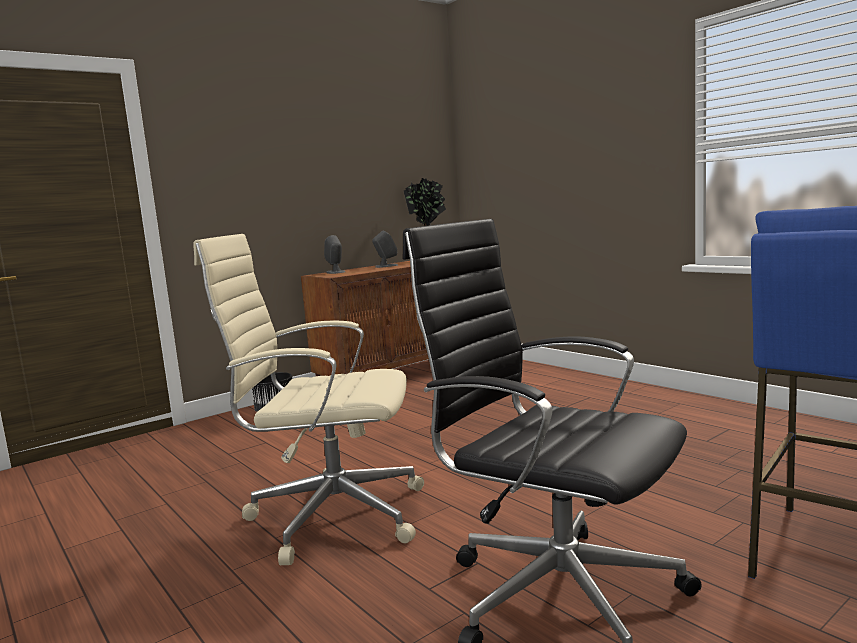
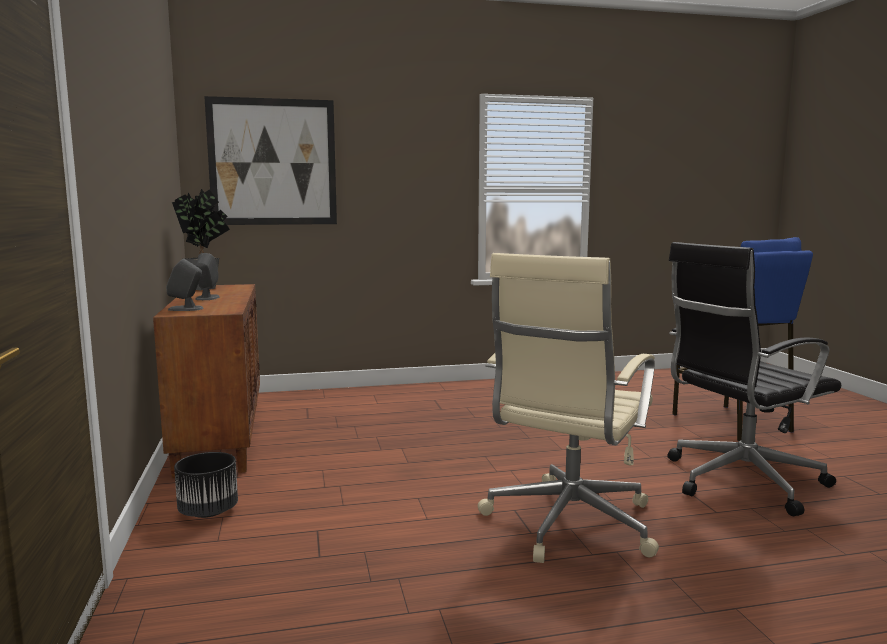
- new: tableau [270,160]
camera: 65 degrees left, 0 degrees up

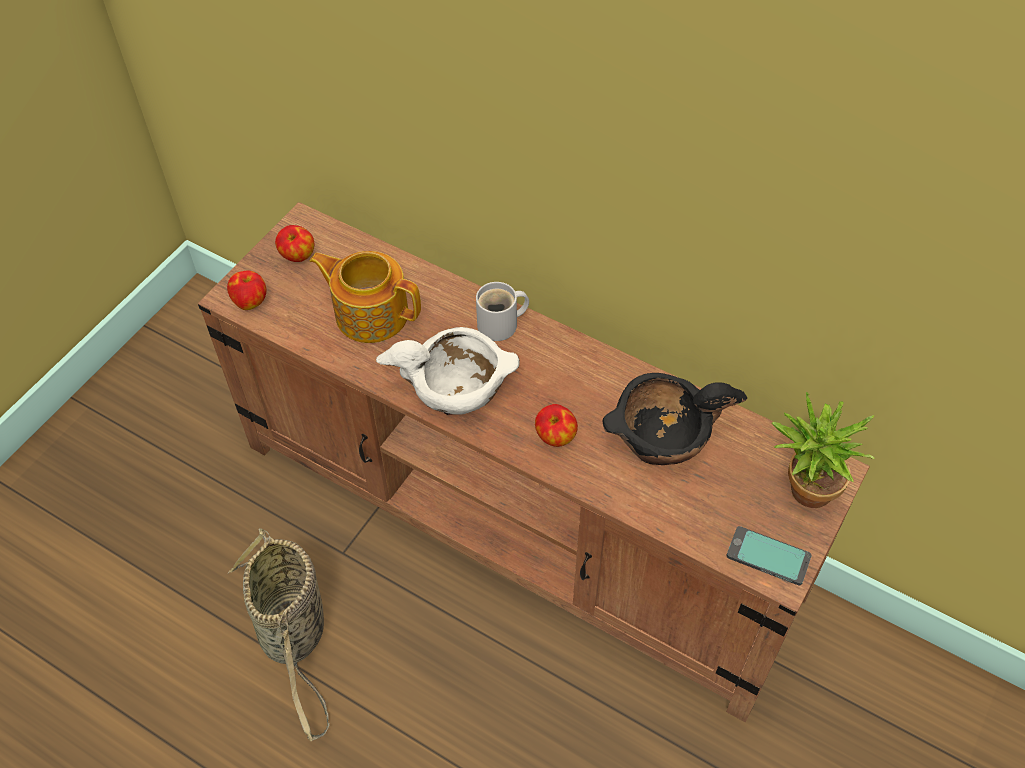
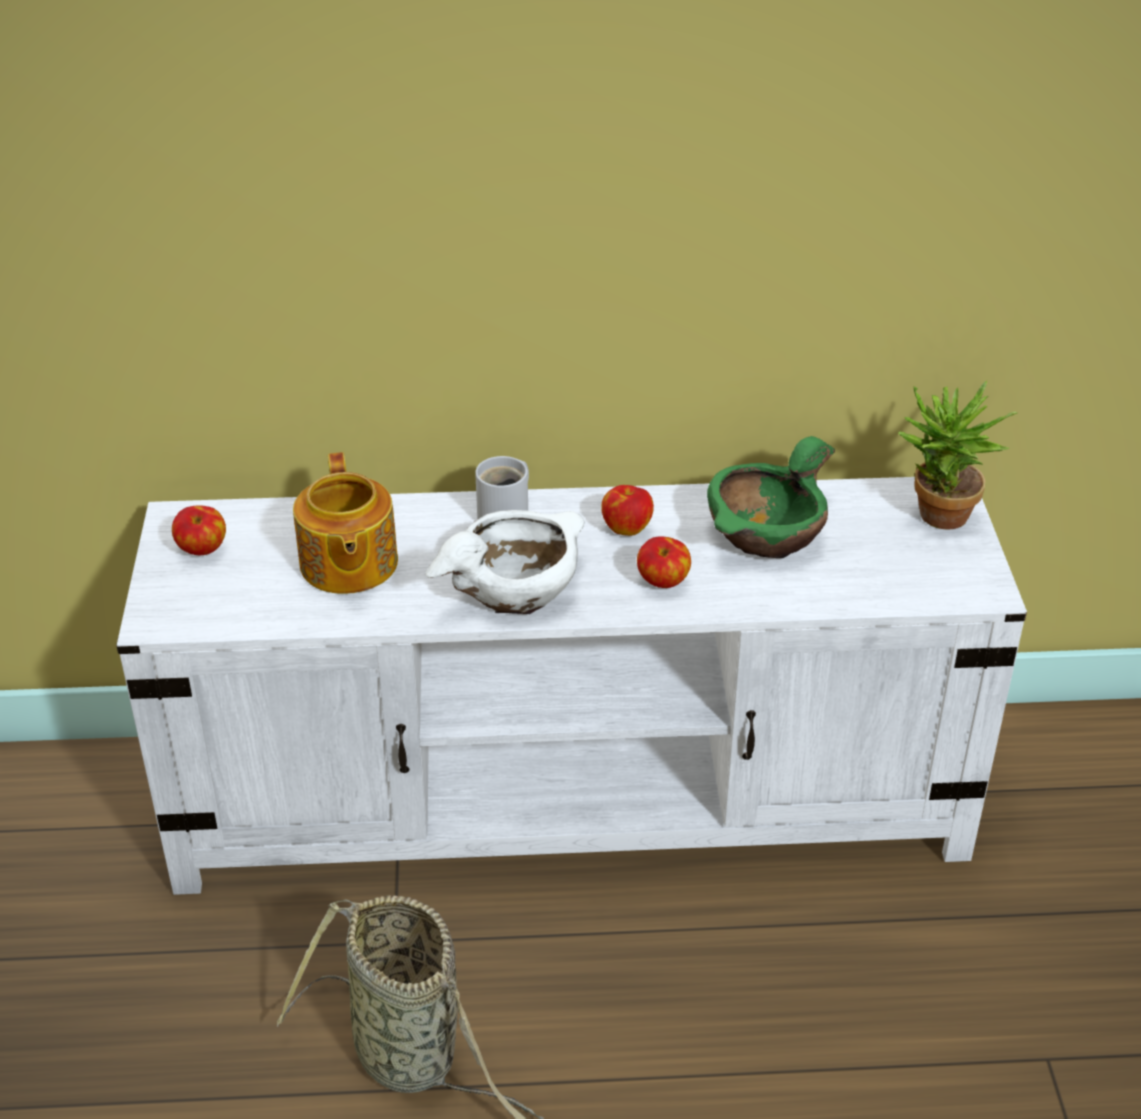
- repainted: meuble télé [marron] [534,462] to meuble télé [blanc] [571,686]
- rotated: théière [365,297] = [345,523] 90 degrees counterclockwise
- shifted: pomme [246,290] to [627,510]
- repainted: bol [noir] [674,419] to bol [vert] [771,497]
- gone: téléphone [769,555]
camera: 35 degrees left, 15 degrees down

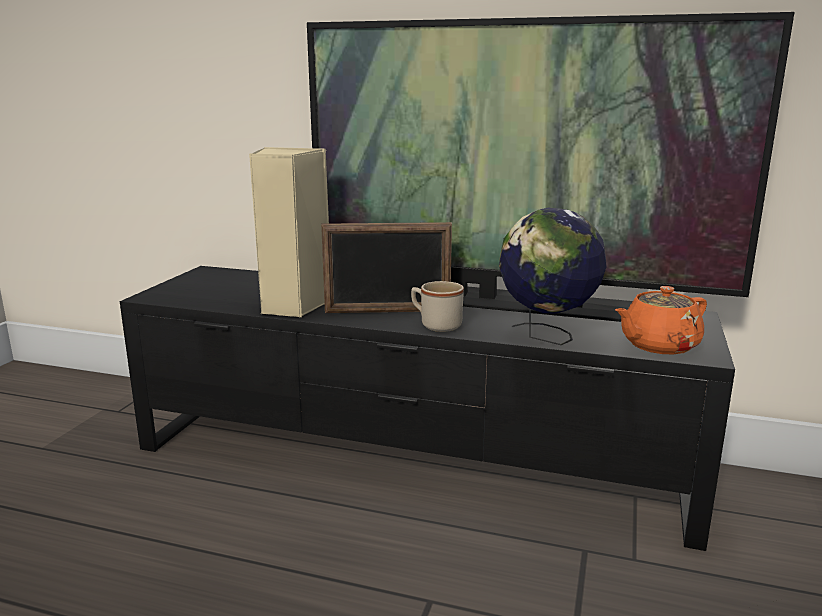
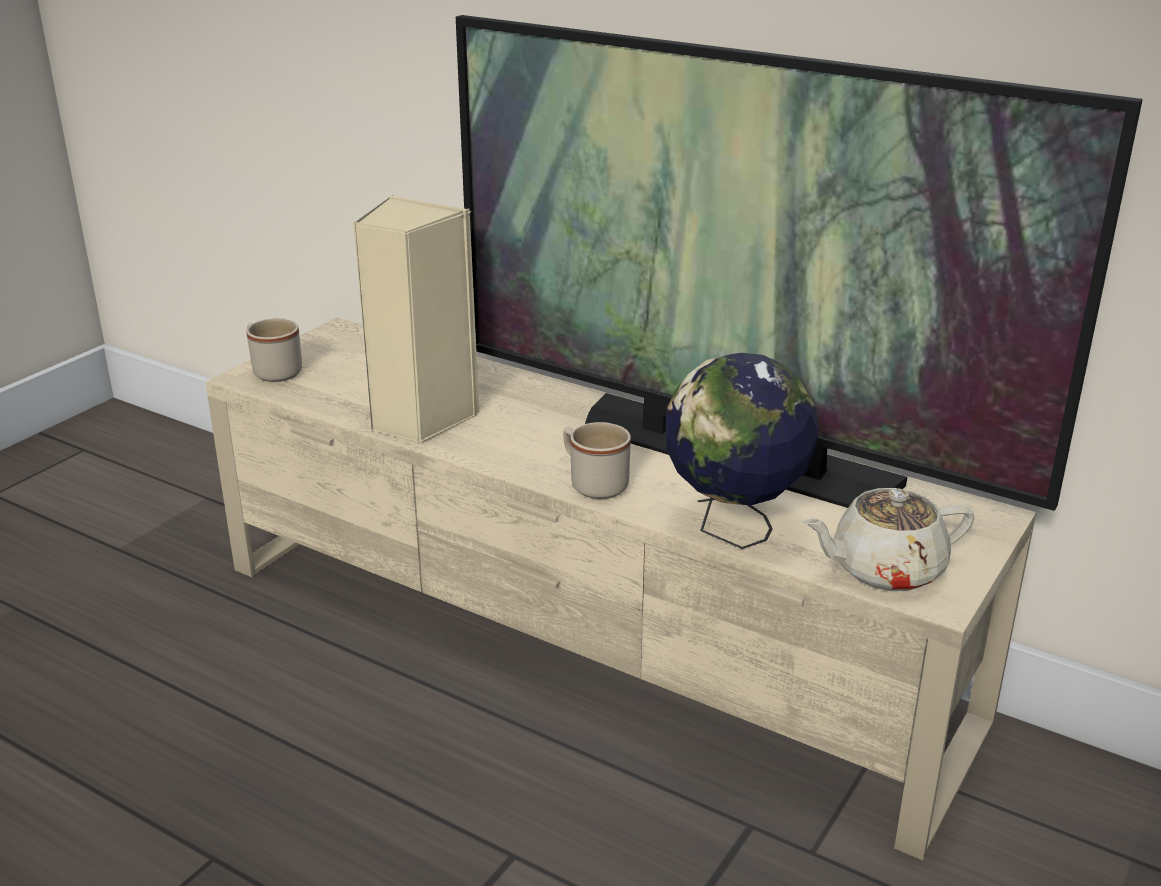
- gone: cadre photo [386,267]
- repainted: meuble télé [noir] [427,408] to meuble télé [beige] [621,589]
- repainted: théière [orange] [661,320] to théière [beige] [889,539]
- new: mug [beige] [274,350]
camera: 15 degrees right, 10 degrees up

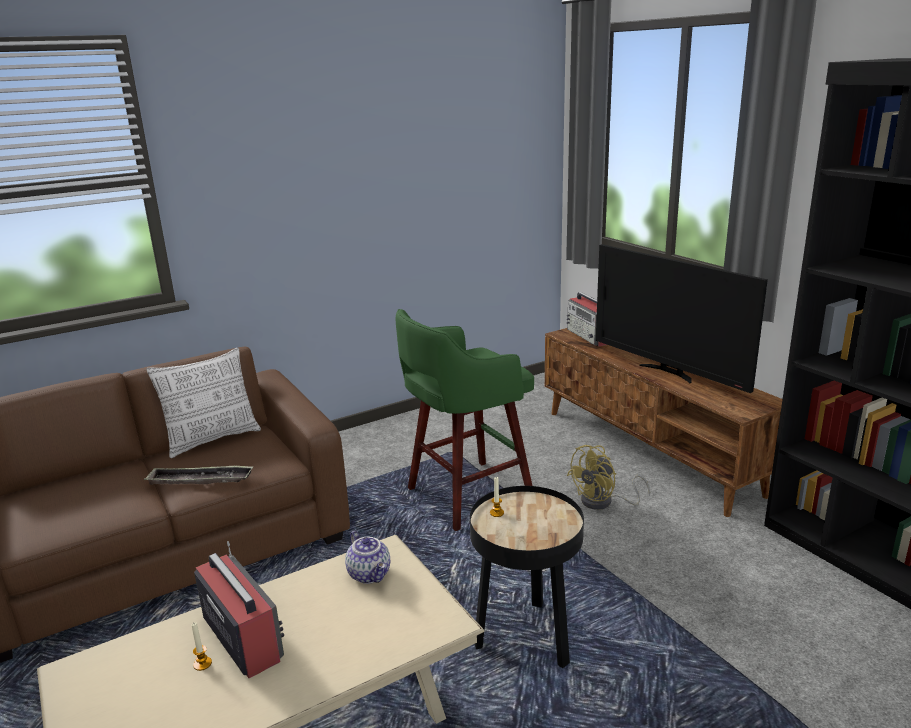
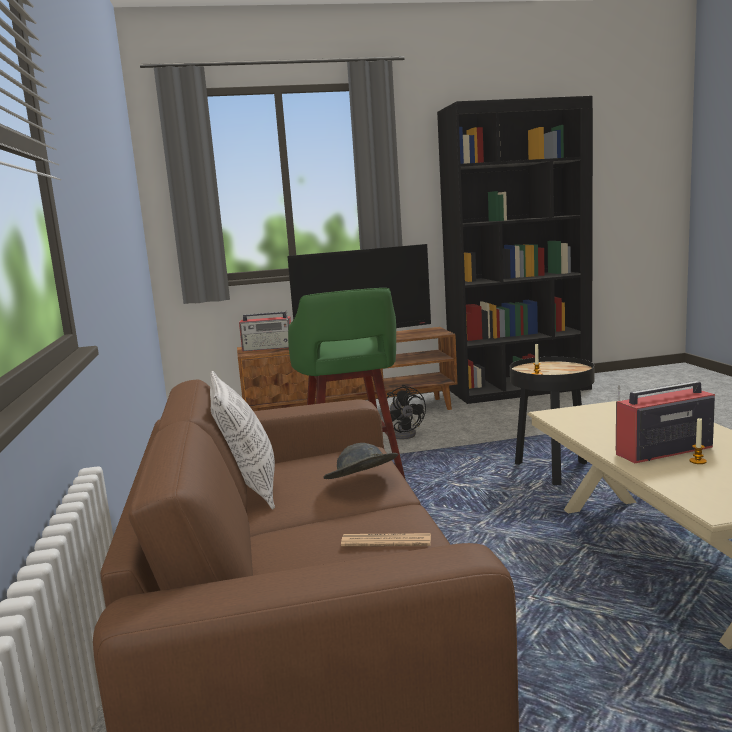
- repainted: ventilateur [jaune] [608,477] to ventilateur [noir] [406,412]
- swapped: plateau [198,475] to chapeau [gris] [360,461]
- gone: théière [367,557]
- new: journal [386,539]
camera: 70 degrees left, 10 degrees down

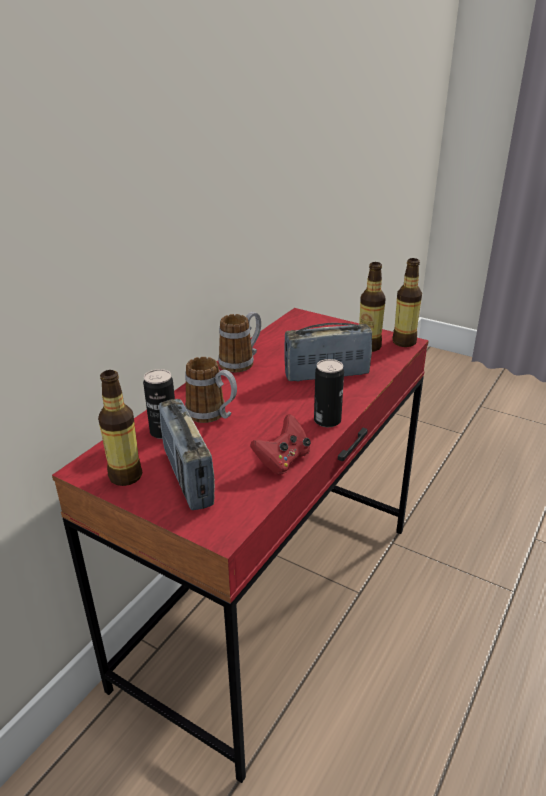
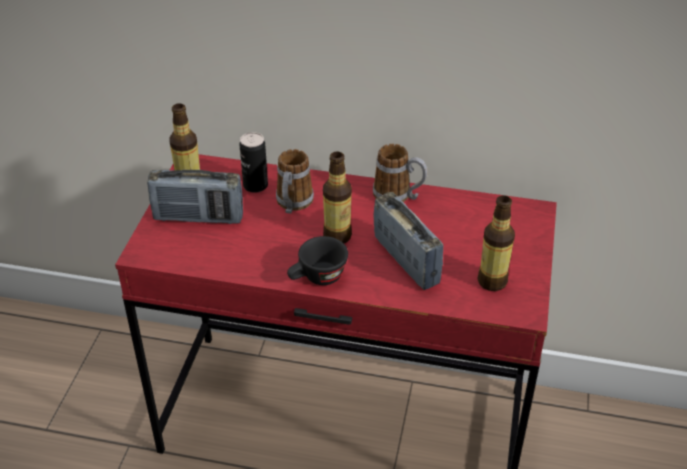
- shifted: bouteille [407,302] to [337,197]
- swapped: boîte métallique [329,393] to tasse [noir] [317,260]
- rotated: radio [187,454] = [195,197] 135 degrees counterclockwise
- gone: manette [rouge] [281,444]
camera: 70 degrees right, 10 degrees up

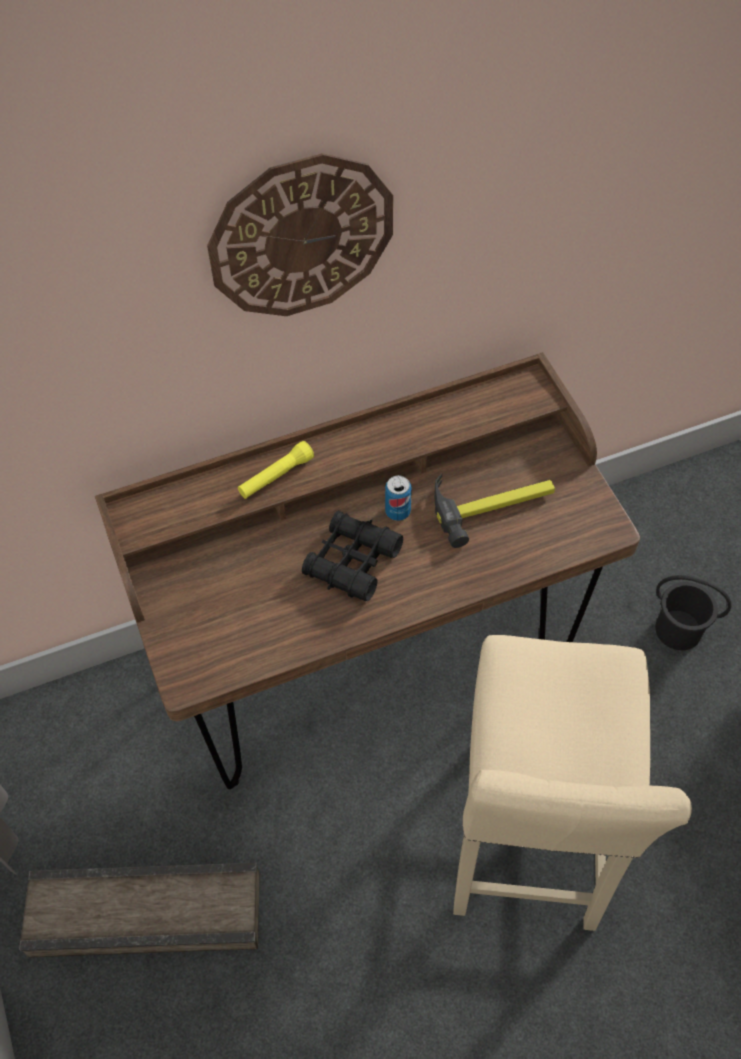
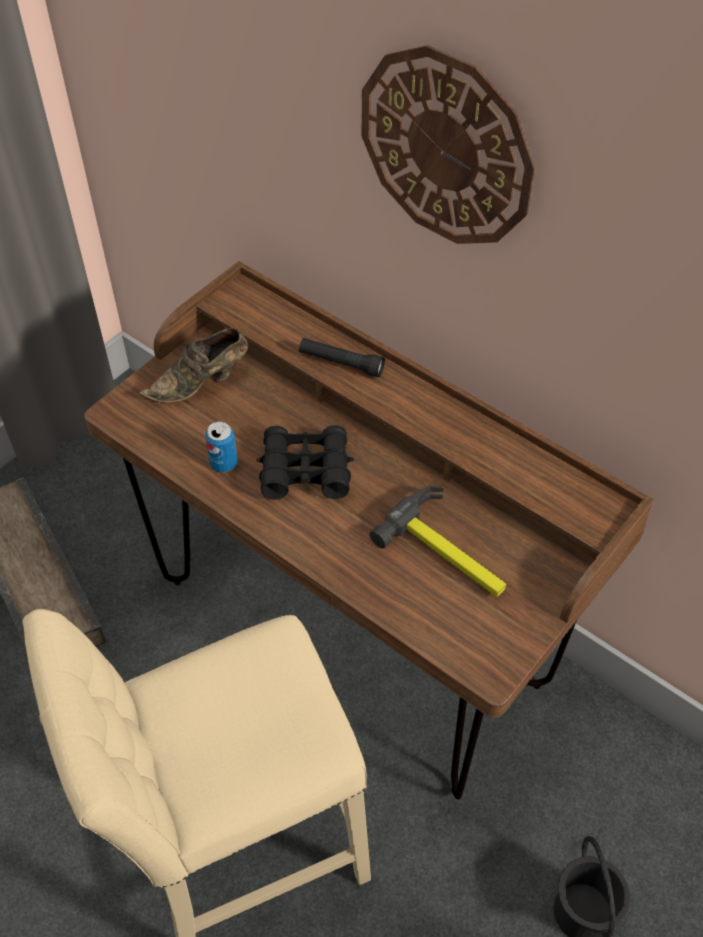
- repainted: lampe de poche [jaune] [276,470] to lampe de poche [noir] [342,357]
- shifted: boîte métallique [398,498] to [221,447]
- new: chaussure [marron] [193,365]
camera: 60 degrees right, 5 degrees down

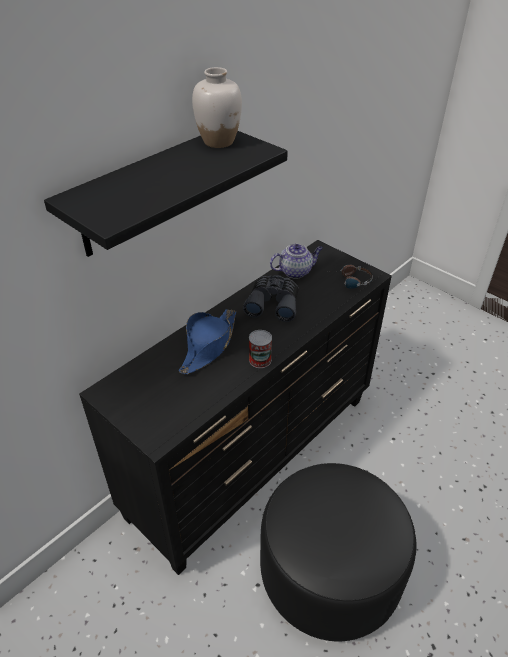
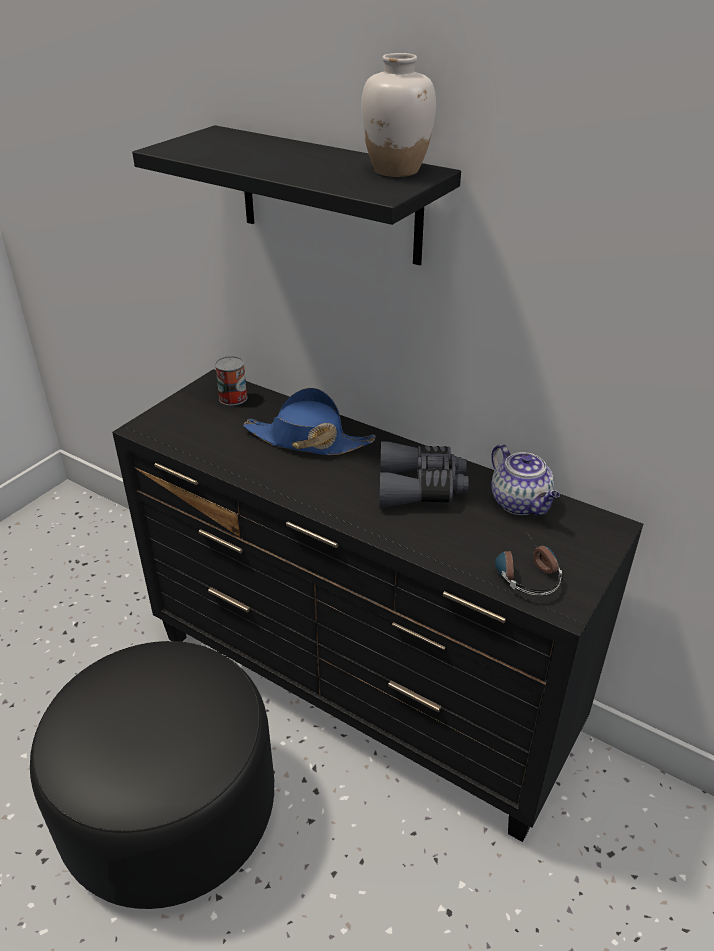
- shifted: boîte métallique [260,349] to [231,381]
camera: 80 degrees right, 5 degrees down

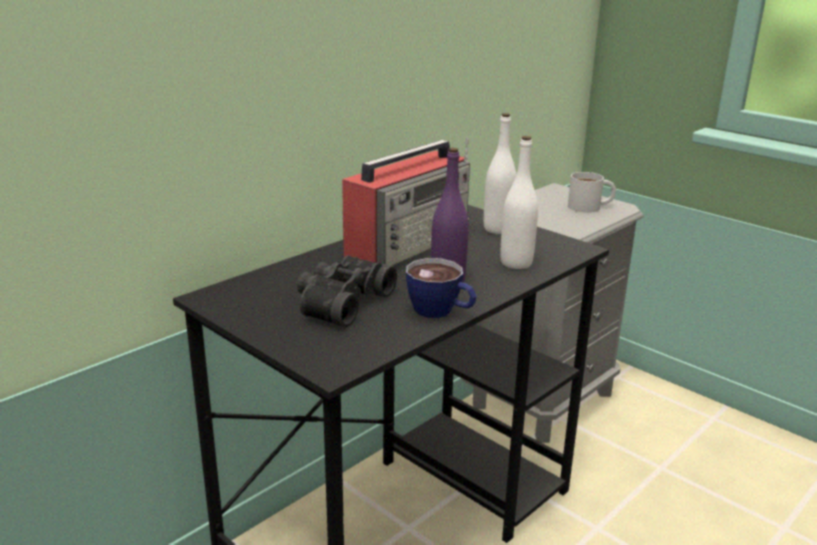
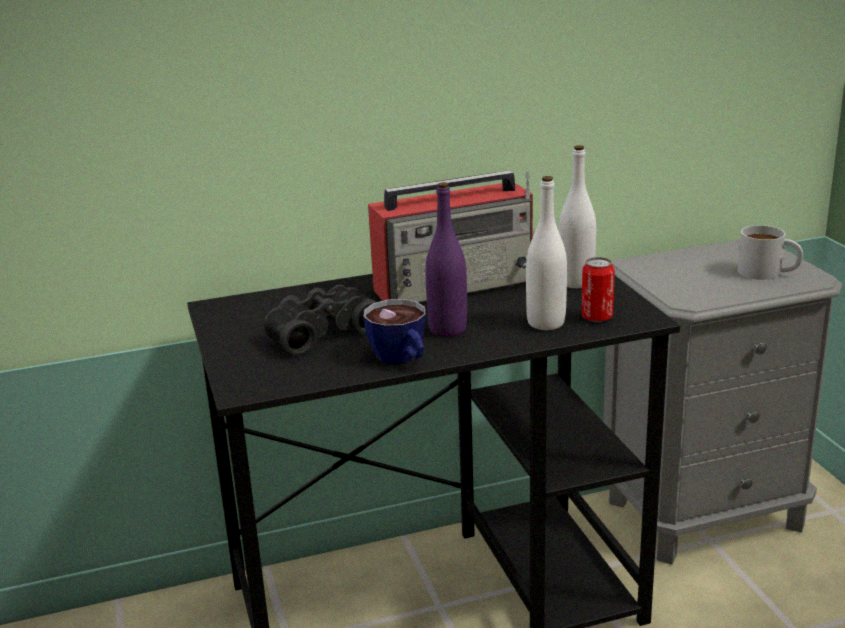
- new: boîte métallique [598,289]
camera: 30 degrees right, 0 degrees up

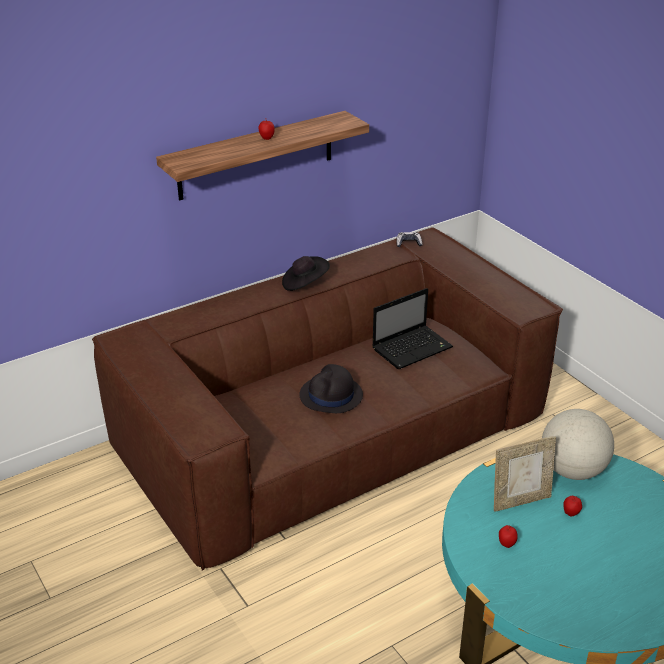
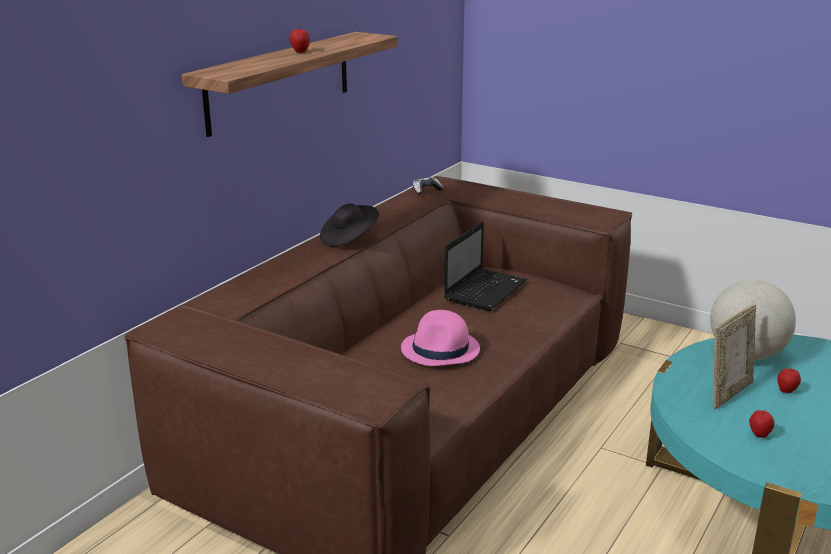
- repainted: chapeau [noir] [331,388] to chapeau [rose] [440,338]
camera: 25 degrees left, 10 degrees down

